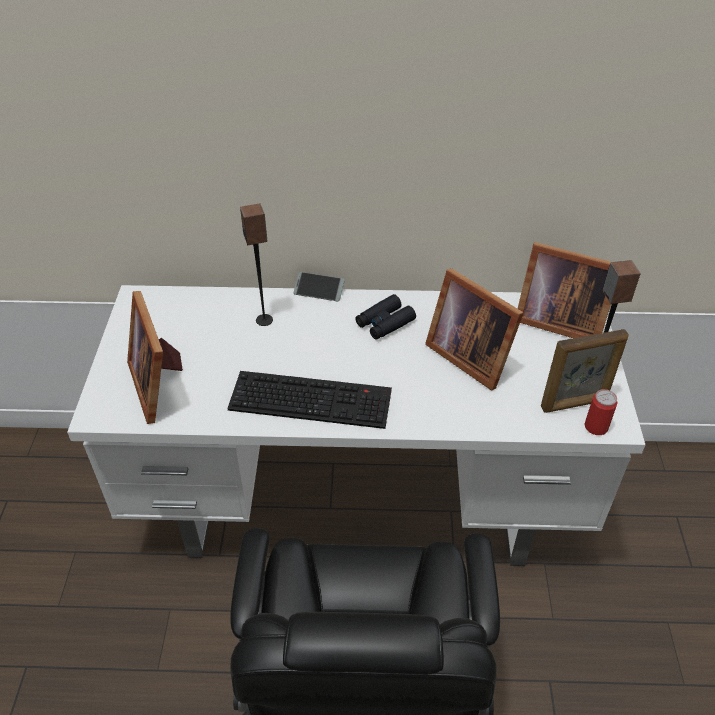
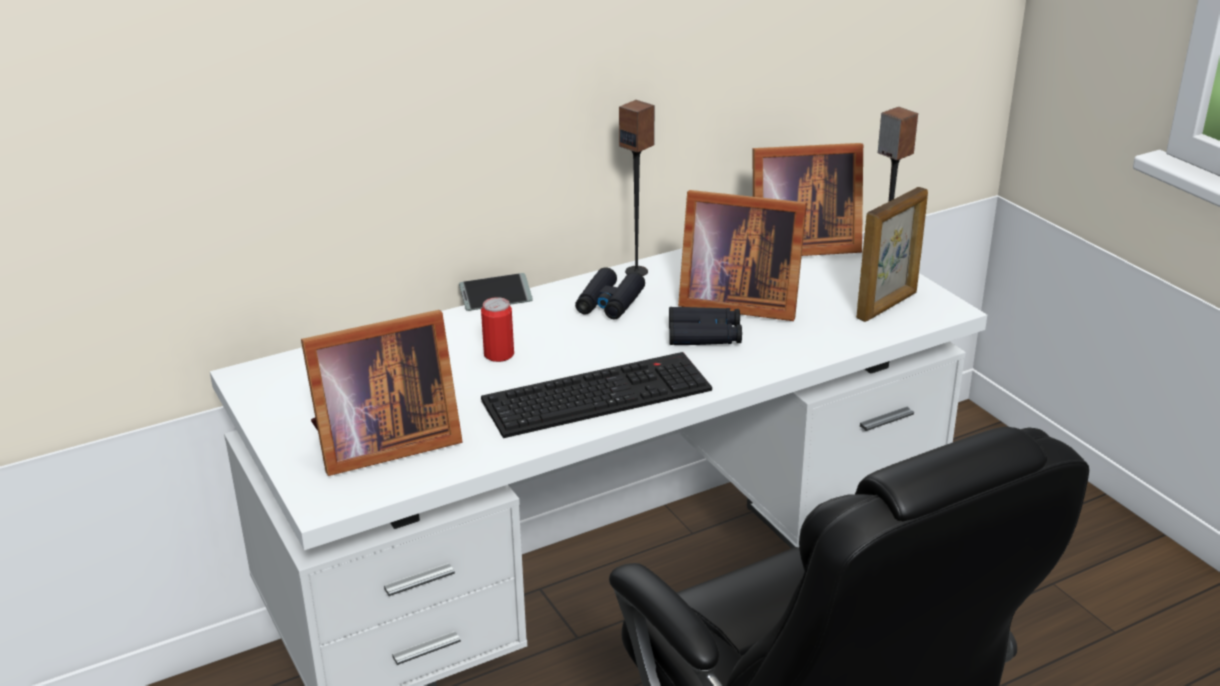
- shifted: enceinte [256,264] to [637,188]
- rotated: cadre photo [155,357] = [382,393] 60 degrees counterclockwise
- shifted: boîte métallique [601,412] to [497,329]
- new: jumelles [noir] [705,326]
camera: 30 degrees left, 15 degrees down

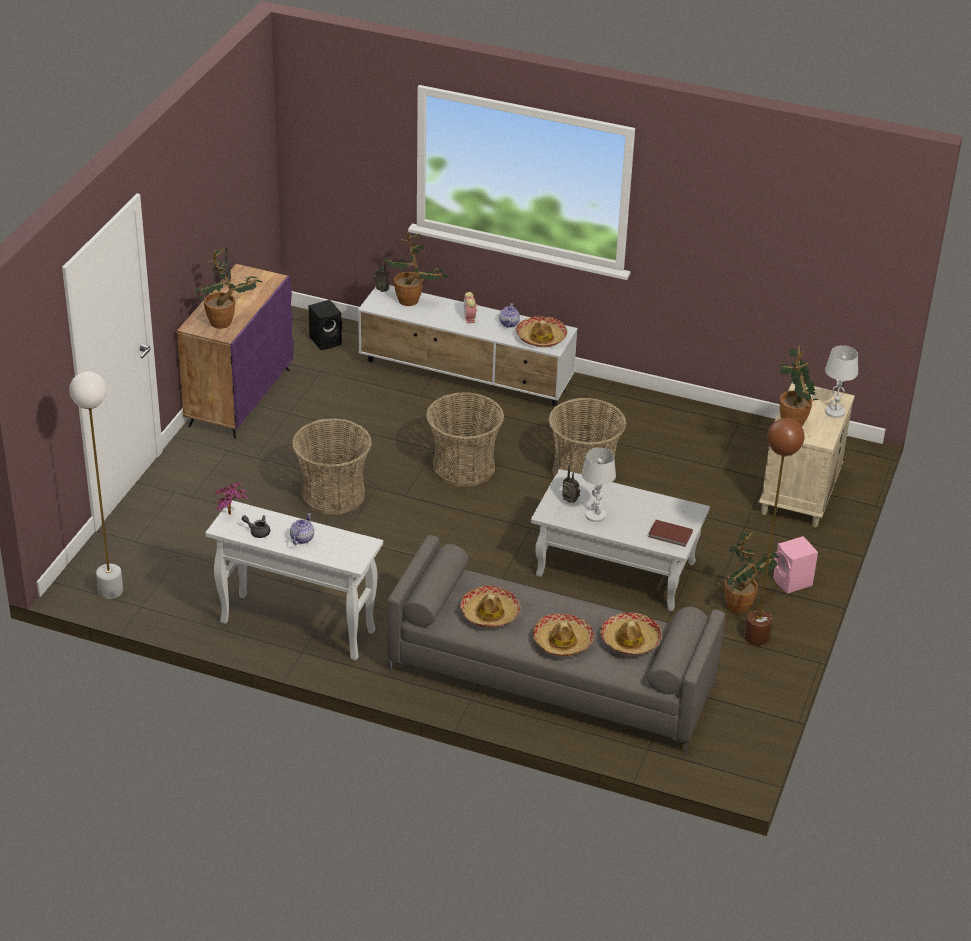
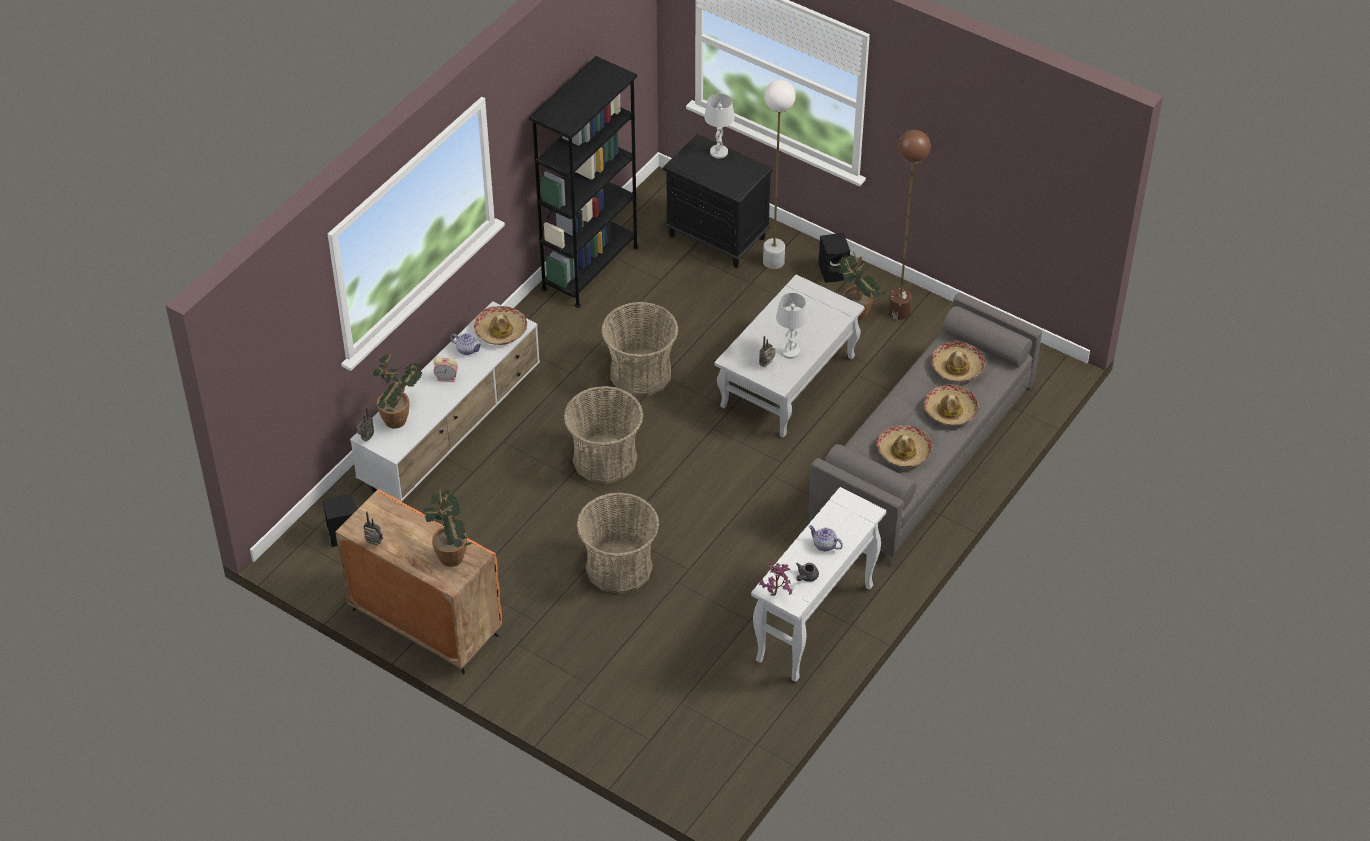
- repainted: meuble de rangement [violet] [235,351] to meuble de rangement [orange] [418,581]
- gone: plante en pot [799,385]
- shifted: lampadaire [blanc] [96,485] to [779,174]
- repainted: table de chevet [beige] [806,455] to table de chevet [noir] [717,201]
- gone: livre [marron] [670,533]
- repainted: enceinte [rose] [795,565] to enceinte [noir] [834,257]
- new: bibliothèque [noir] [583,182]
camera: 75 degrees left, 10 degrees up

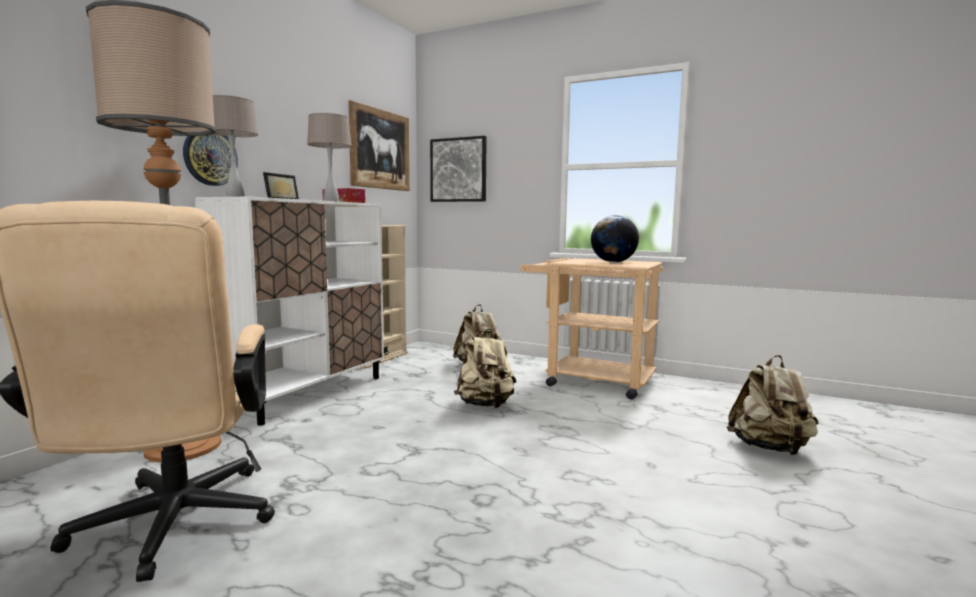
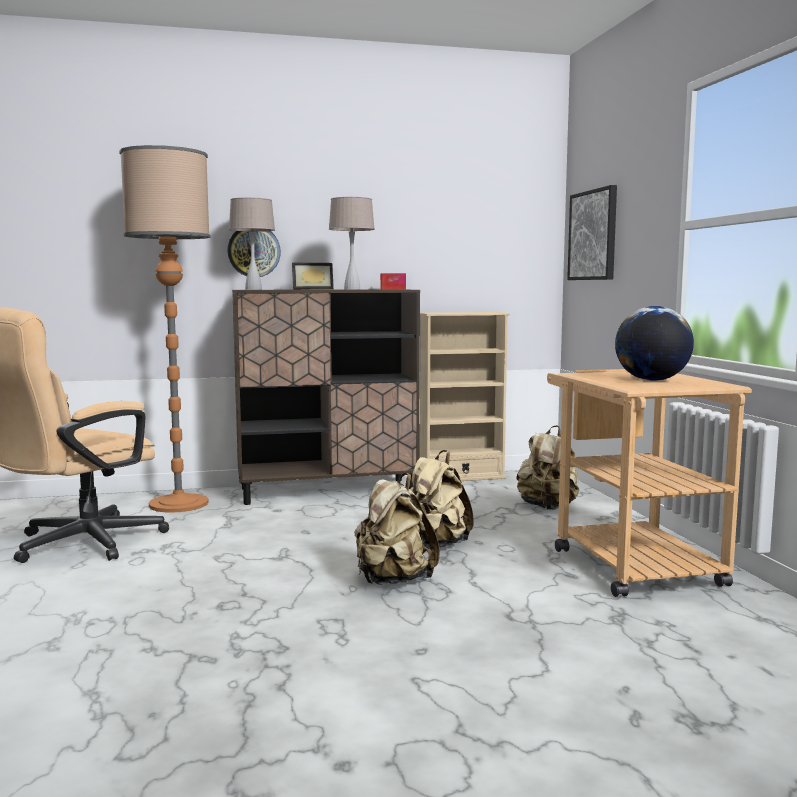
- gone: tableau [379,145]
- repainted: meuble de rangement [blanc] [289,311] to meuble de rangement [marron] [326,397]
- shifted: sac à dos [beige] [772,405] to [397,529]
camera: 50 degrees right, 0 degrees up

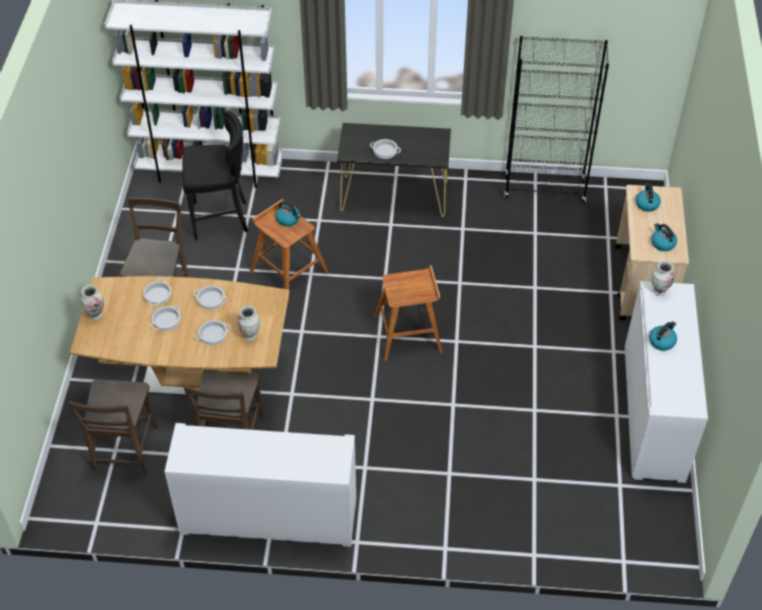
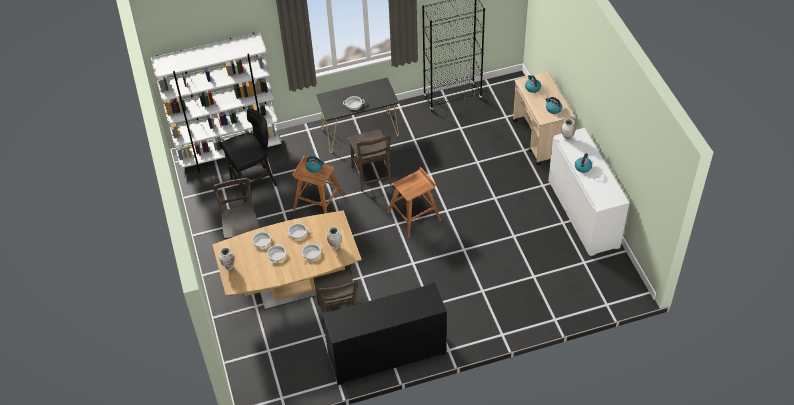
- shifted: chaise [marron] [113,427] to [369,160]
- repainted: meuble de rangement [blanc] [260,485] to meuble de rangement [noir] [384,333]
camera: 20 degrees left, 0 degrees up

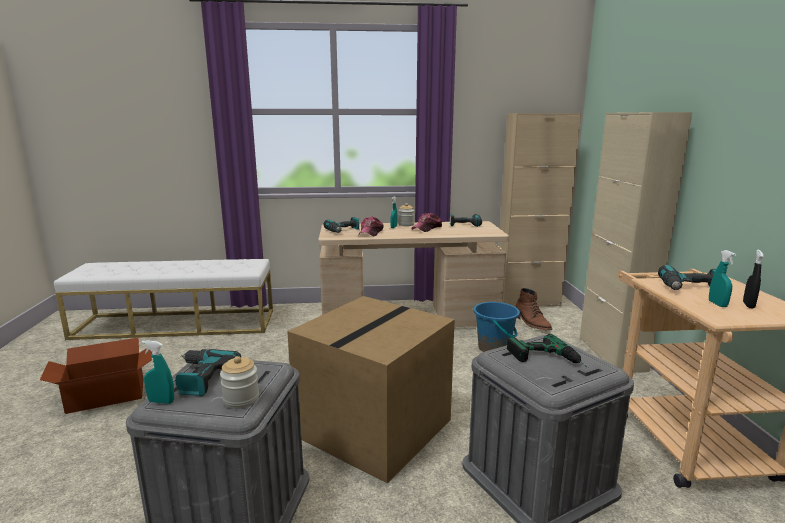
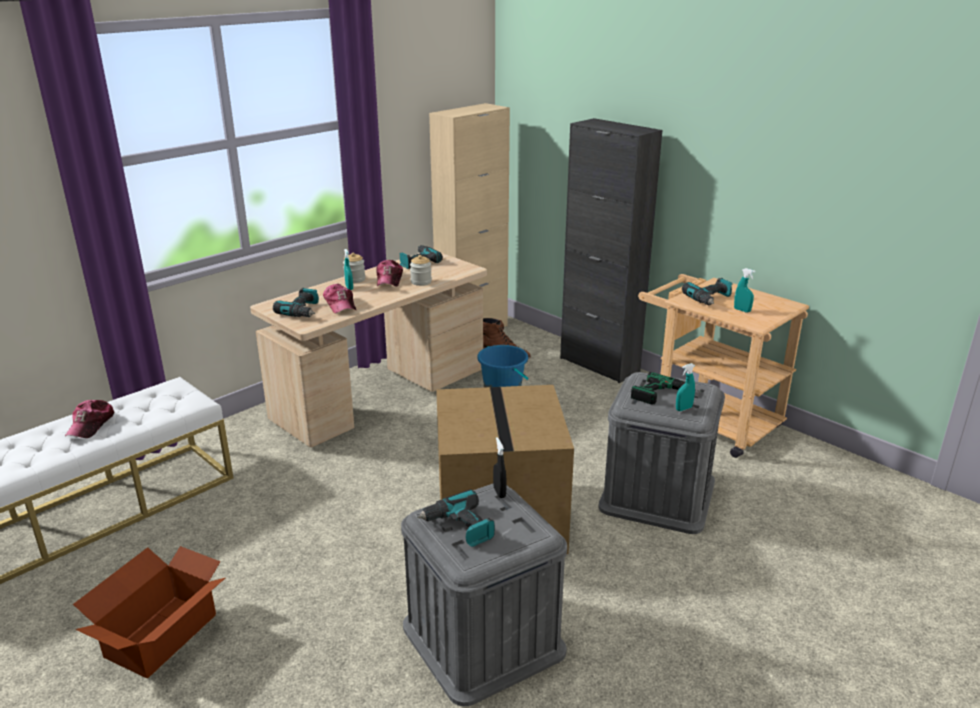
- repainted: meuble de rangement [beige] [636,242] to meuble de rangement [noir] [611,250]
- shifted: vaporisateur [noir] [753,279] to [499,467]
- shifted: vaporisateur [turquoise] [157,372] to [685,387]
- shifted: bocal [239,382] to [421,270]
- new: casquette [90,419]
camera: 40 degrees left, 10 degrees up

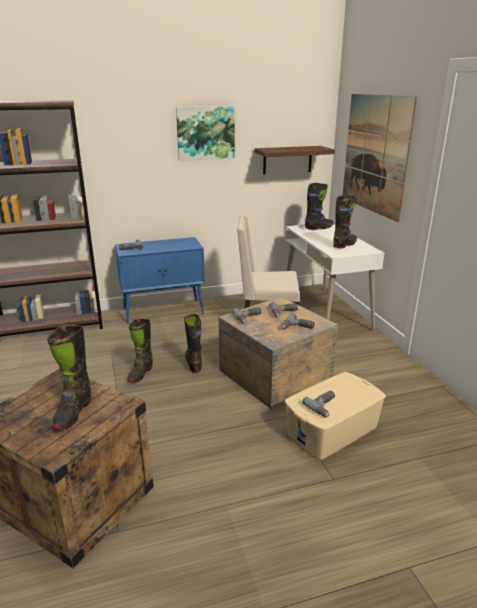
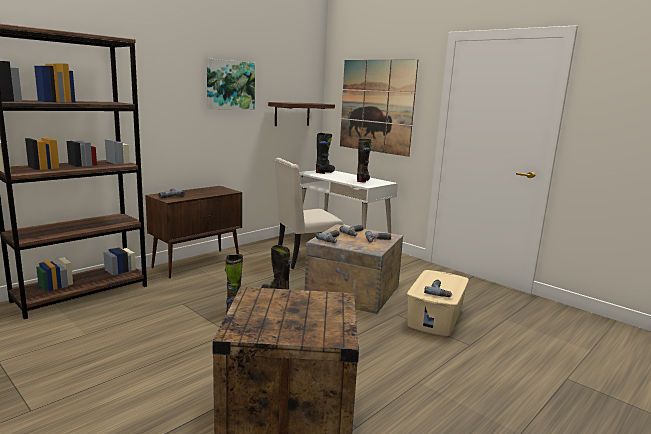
- repainted: meuble de rangement [bleu] [160,280] to meuble de rangement [marron] [193,232]
- gone: botte [noir] [69,377]
camera: 30 degrees left, 10 degrees down

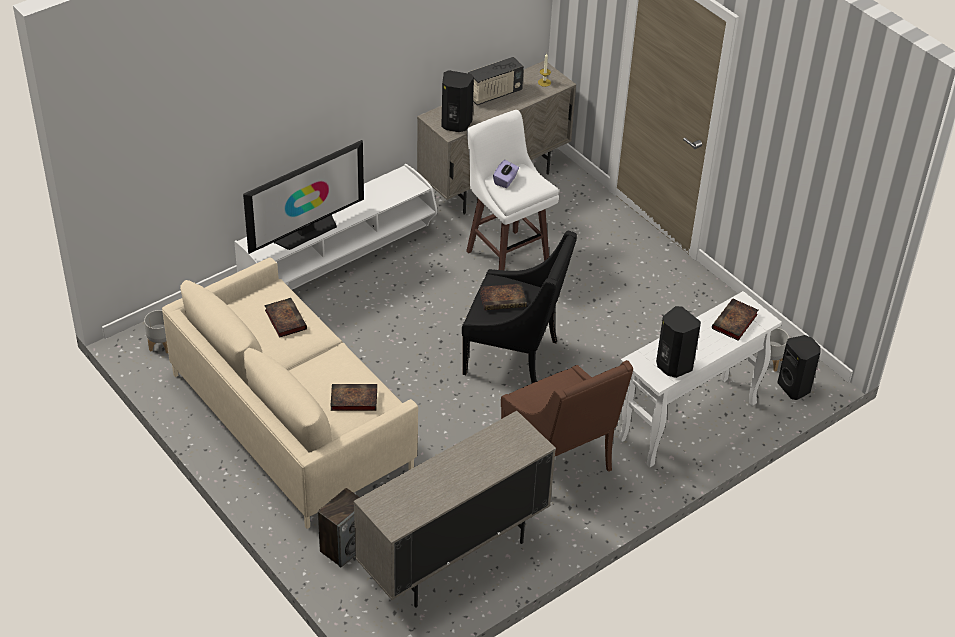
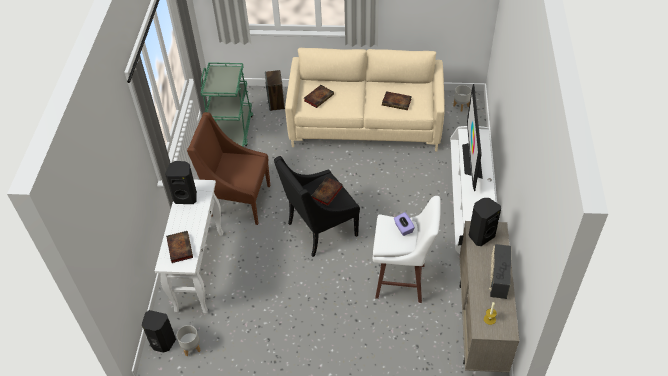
- swapped: meuble de rangement [beige] [455,509] to chariot [vert] [226,104]
camera: 135 degrees right, 5 degrees up

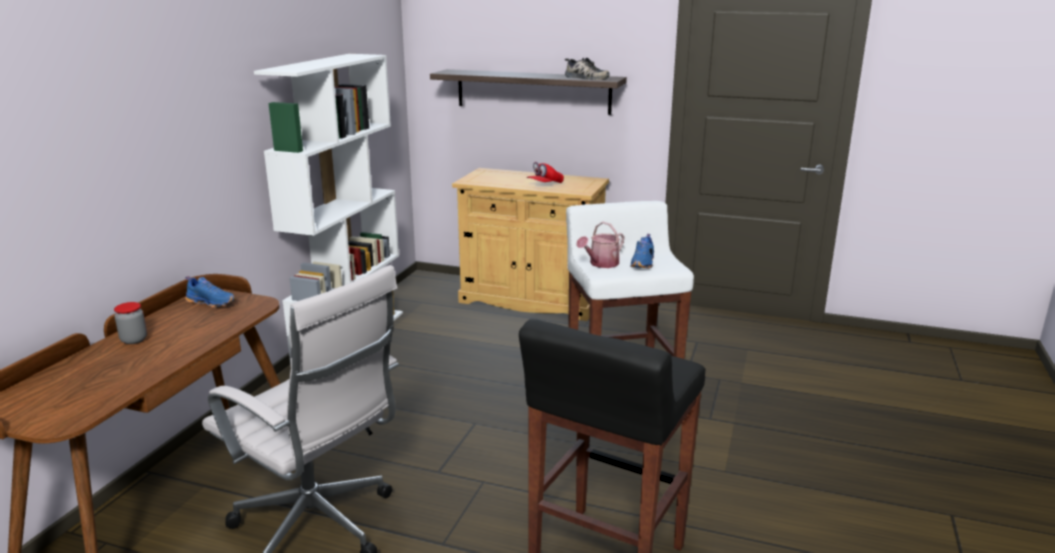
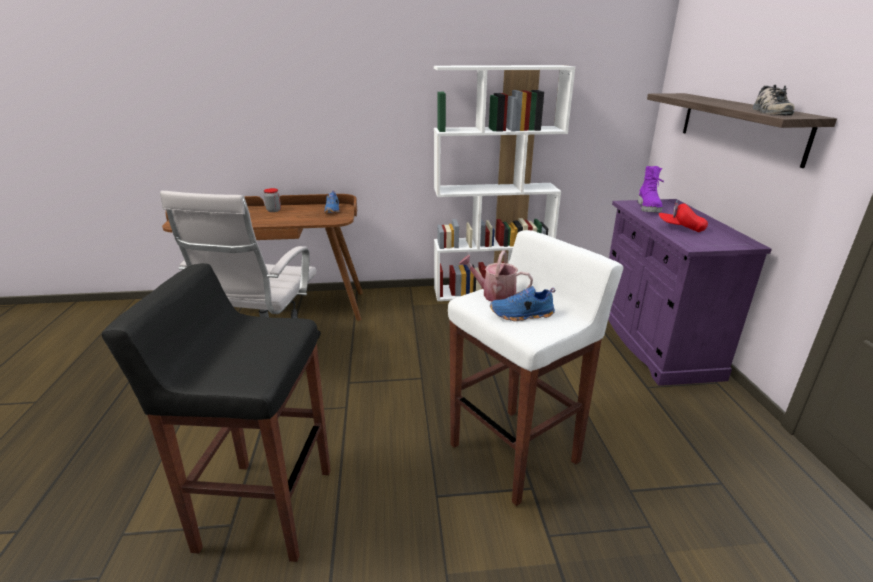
- repainted: meuble de rangement [beige] [530,244] to meuble de rangement [violet] [690,292]
- new: botte [violet] [651,189]
camera: 65 degrees right, 5 degrees up

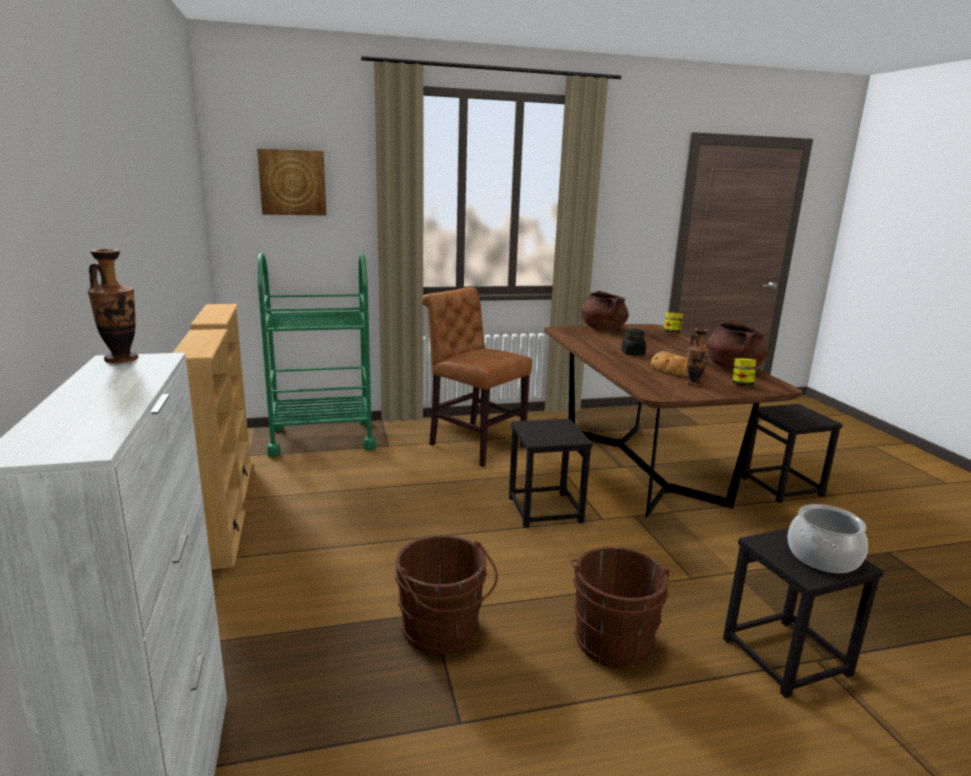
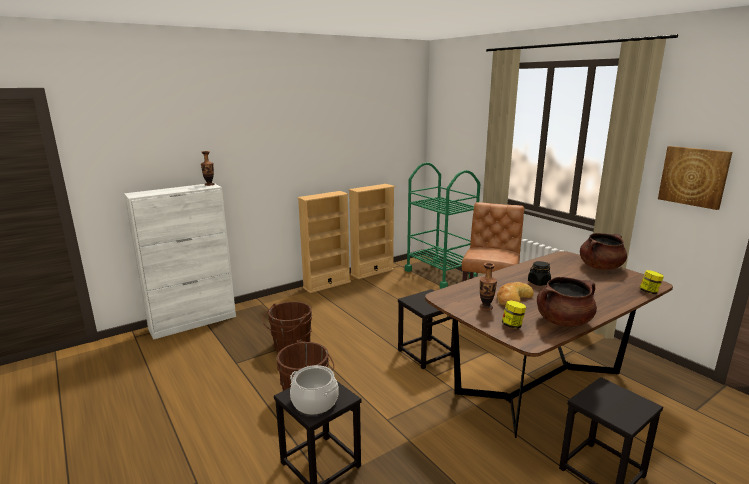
- shifted: tableau [291,182] to [695,178]
camera: 70 degrees right, 0 degrees up

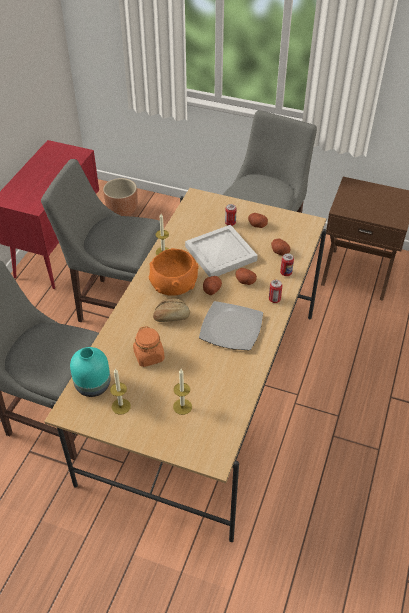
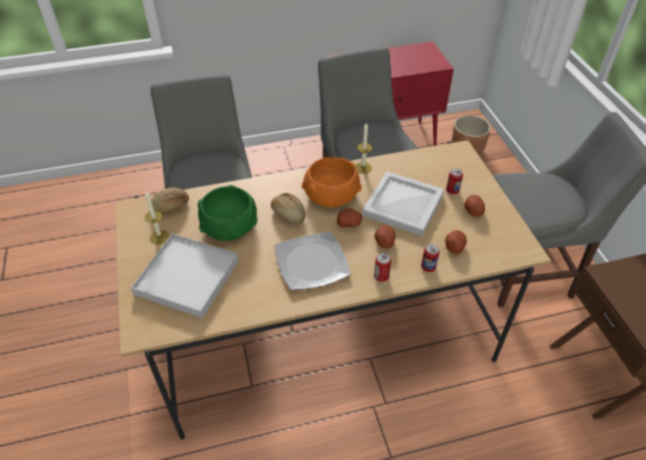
- swapped: bocal [orange] [149,346] to bol [vert] [227,213]
- swapped: vase [turquoise] [90,372] to pain [170,201]
- swapped: bougie [182,392] to plateau [blanc] [185,275]
camera: 55 degrees right, 0 degrees up

